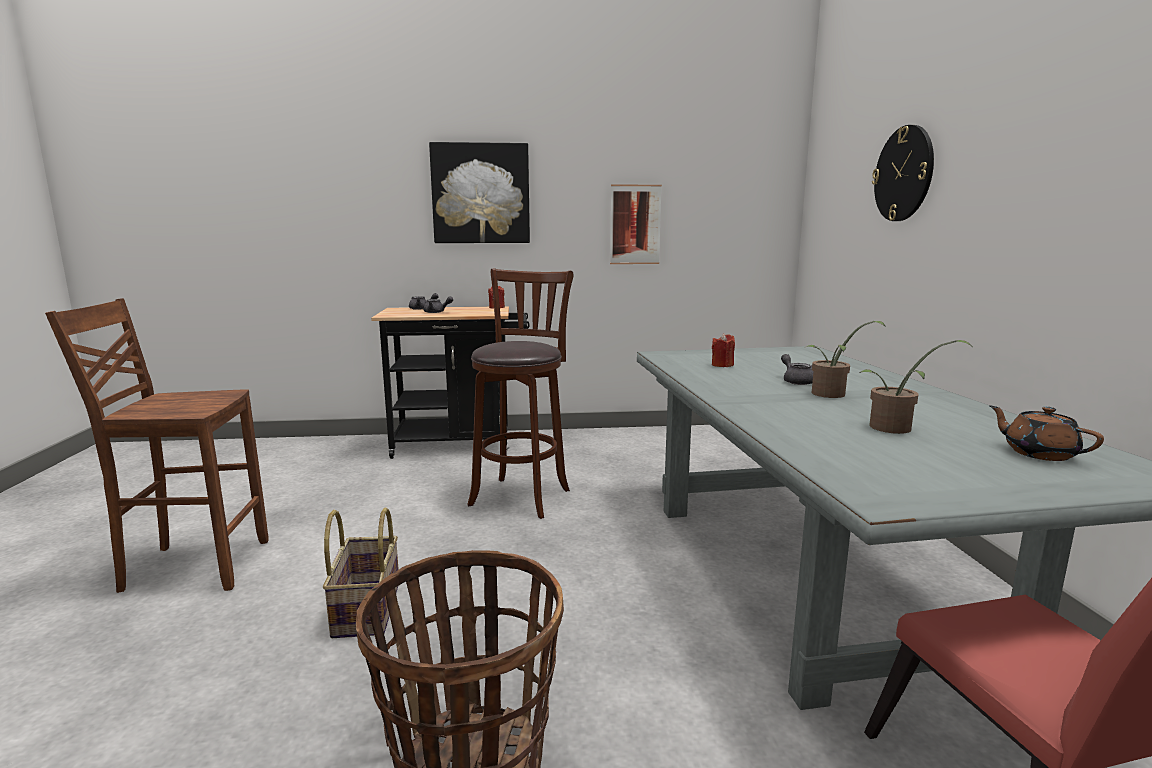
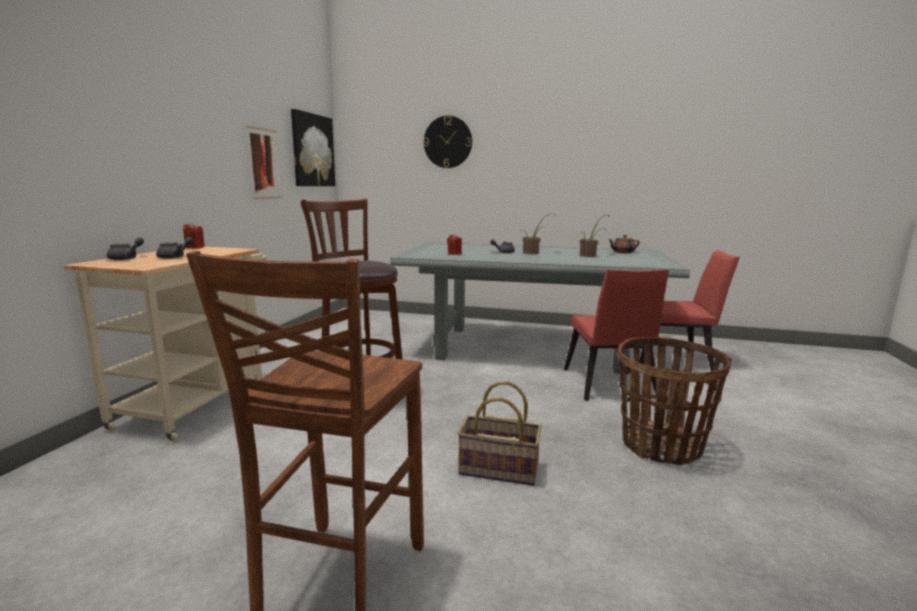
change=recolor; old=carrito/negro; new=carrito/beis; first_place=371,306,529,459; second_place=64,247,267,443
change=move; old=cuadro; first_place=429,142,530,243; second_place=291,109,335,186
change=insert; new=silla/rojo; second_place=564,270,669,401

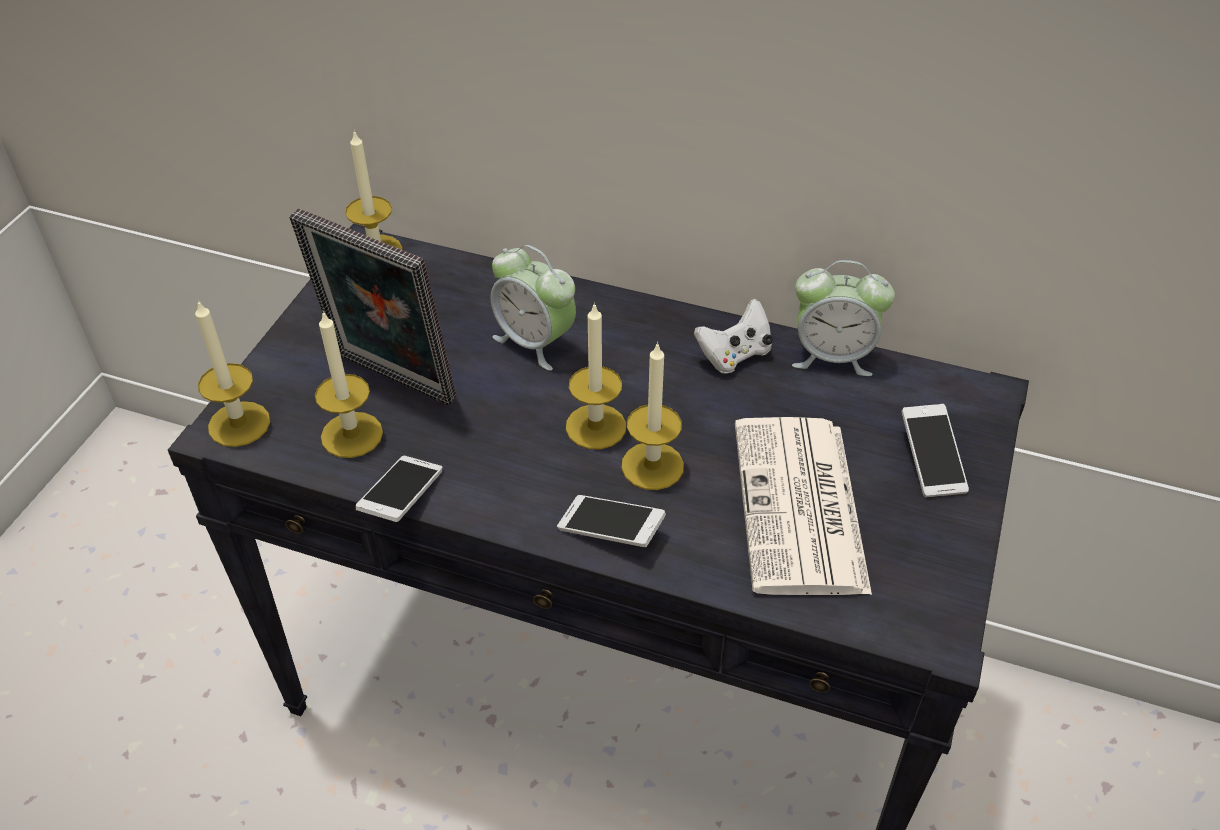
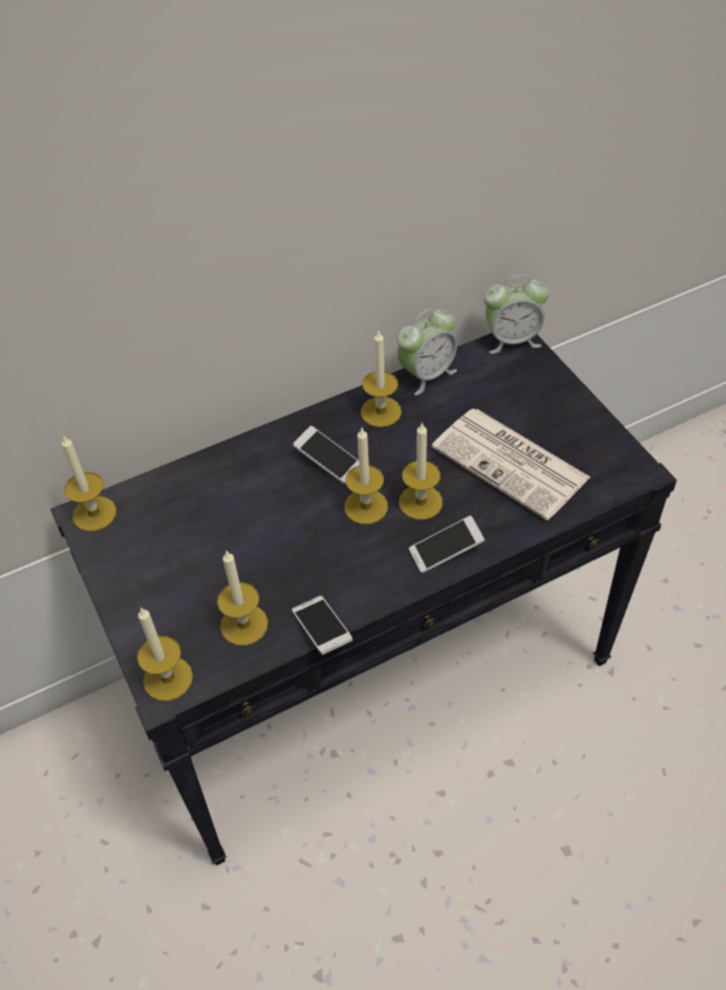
change=delete; old=portarretratos; first_place=289,209,456,405
change=move; old=despertador; first_place=490,245,576,371; second_place=484,275,549,354
change=replace; old=mando de consola/blanco; new=vela; first_place=694,299,773,374; second_place=361,329,402,427
change=move; old=móvil; first_place=902,404,969,498; second_place=293,426,359,484

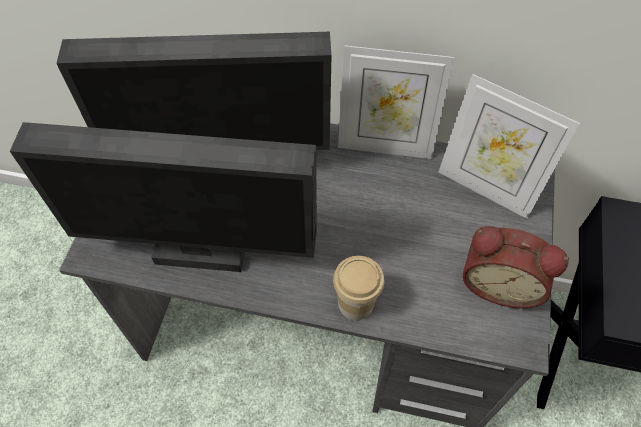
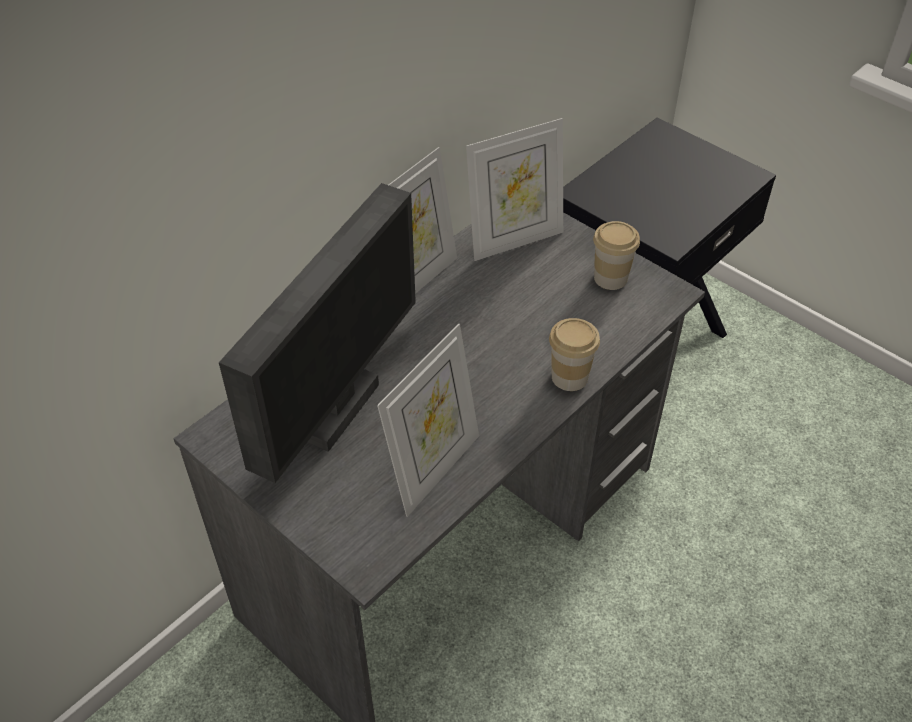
change=replace; old=monitor; new=portarretratos; first_place=10,122,317,272; second_place=377,323,479,517
change=replace; old=despertador; new=taza; first_place=462,226,569,308; second_place=593,221,640,290

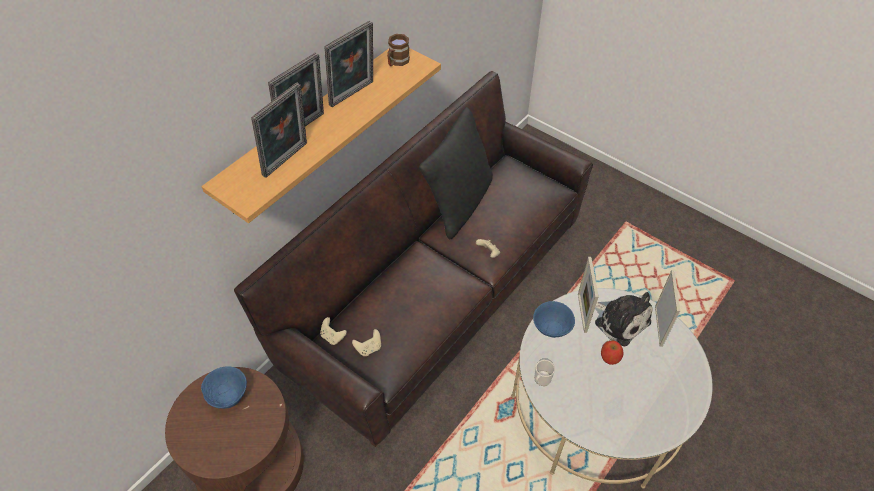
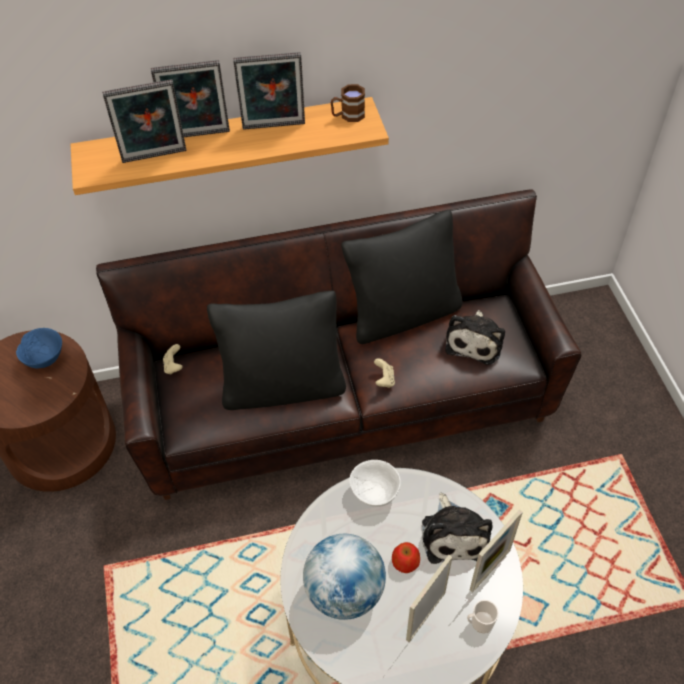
change=delete; old=mando de consola/beis; first_place=352,329,381,356
change=recolor; old=cuenco/azul; new=cuenco/blanco; first_place=533,301,575,338; second_place=349,460,401,507
change=move; old=taza grande; first_place=534,360,555,386; second_place=467,600,499,633
change=move; old=portarretratos; first_place=578,257,599,333; second_place=406,555,452,642
change=insert; new=cojín/negro; second_place=207,291,346,410
change=insert; new=globo terráqueo; second_place=303,534,386,620
change=insert; new=peluche; second_place=445,310,505,365

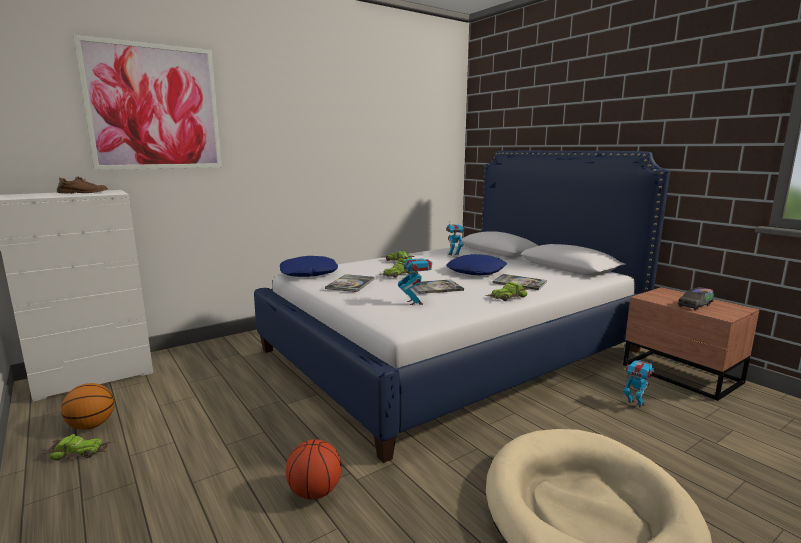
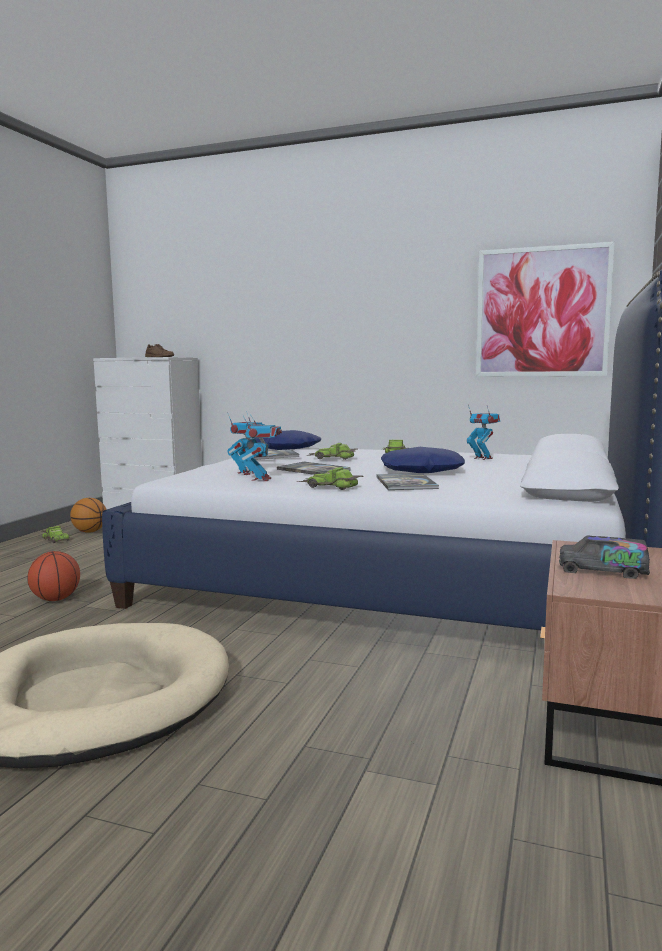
change=move; old=cuadro; first_place=73,35,222,170; second_place=476,242,615,376
change=move; old=robot de juguete; first_place=624,358,654,409; second_place=239,414,282,481

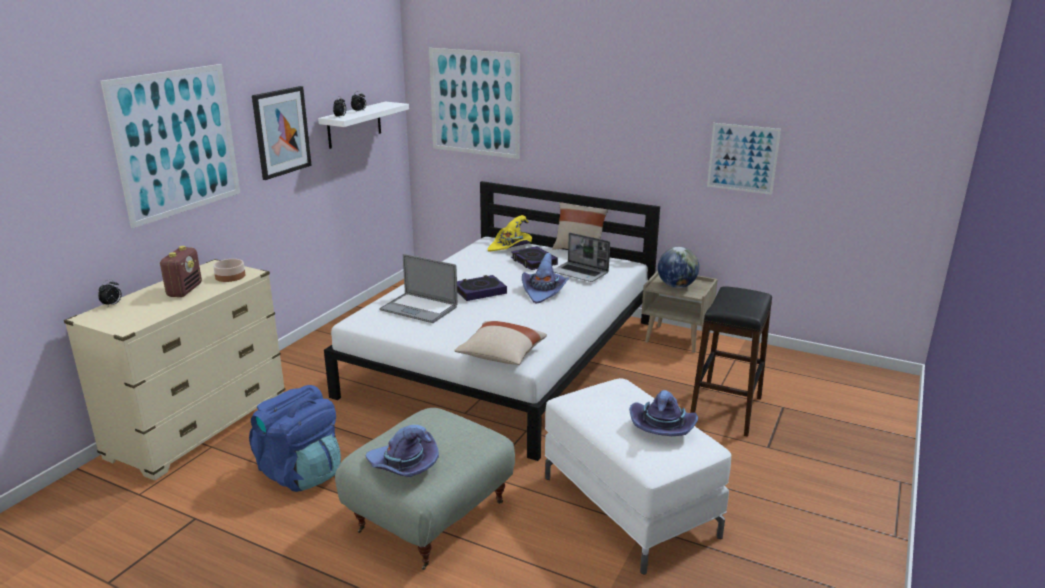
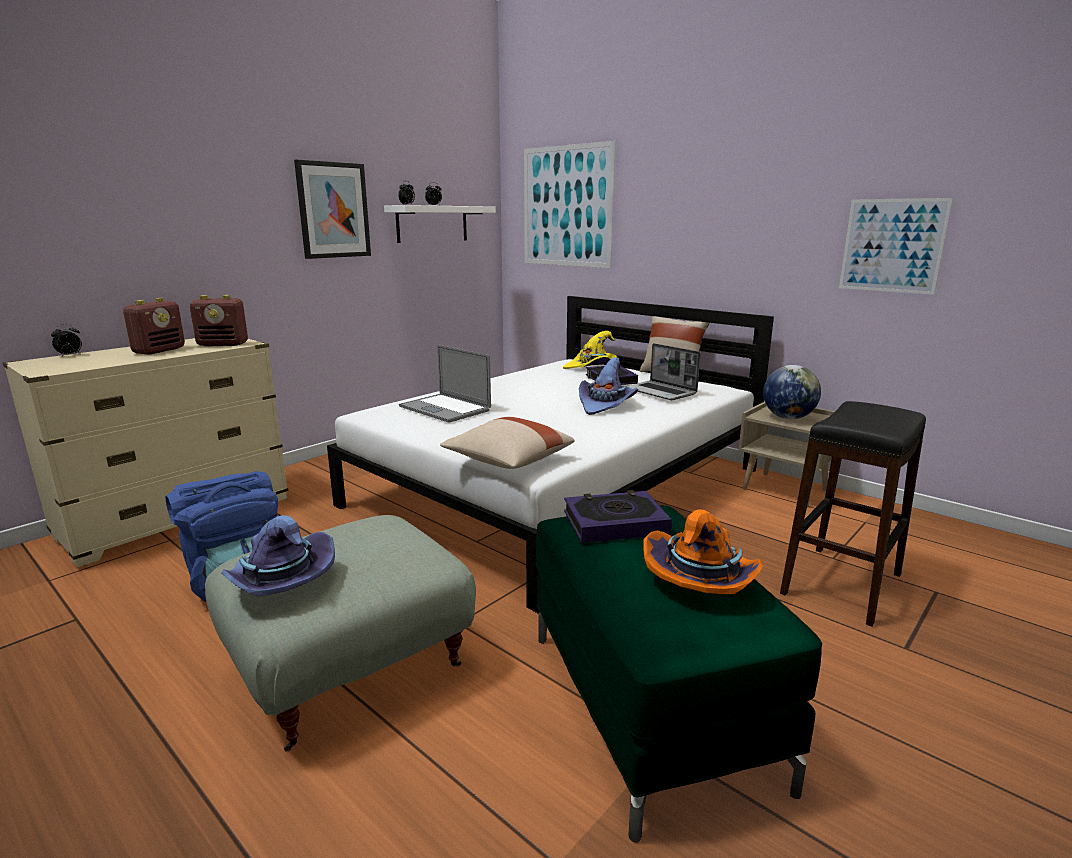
change=delete; old=cuadro; first_place=101,64,240,228
change=replace; old=cuenco; new=radio; first_place=213,259,245,282; second_place=190,295,248,346
change=move; old=libro; first_place=457,275,507,301; second_place=564,490,672,543
change=recolor; old=puf/blanco; new=puf/verde; first_place=545,378,731,575; second_place=536,505,822,843
change=recolor; old=sombrero/morado; new=sombrero/naranja; first_place=629,390,698,436; second_place=644,509,763,594

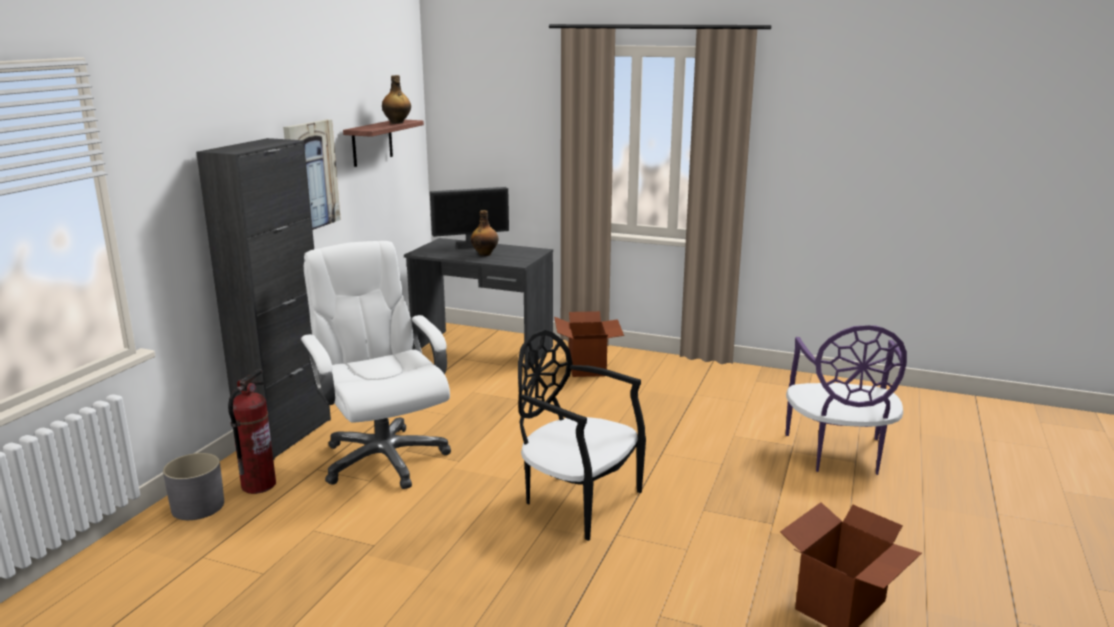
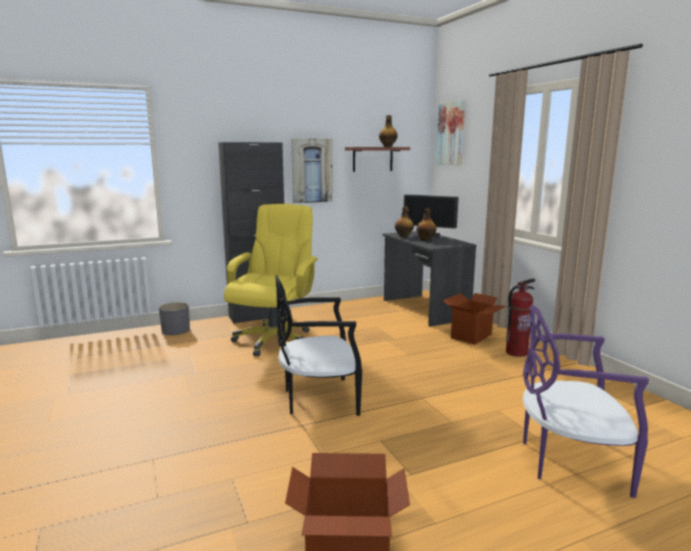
change=move; old=extintor; first_place=228,369,276,494; second_place=506,279,535,357
change=recolor; old=silla de oficina/blanco; new=silla de oficina/amarillo; first_place=300,241,451,489; second_place=224,204,318,356
change=rotate; old=silla/negro; first_place=518,330,646,541; second_place=275,275,362,416; degrees=-90
change=rotate; old=silla/morado; first_place=786,325,907,475; second_place=523,305,649,498; degrees=45
change=insert; new=botella; second_place=395,206,414,238
change=insert; new=cuadro; second_place=436,100,465,165

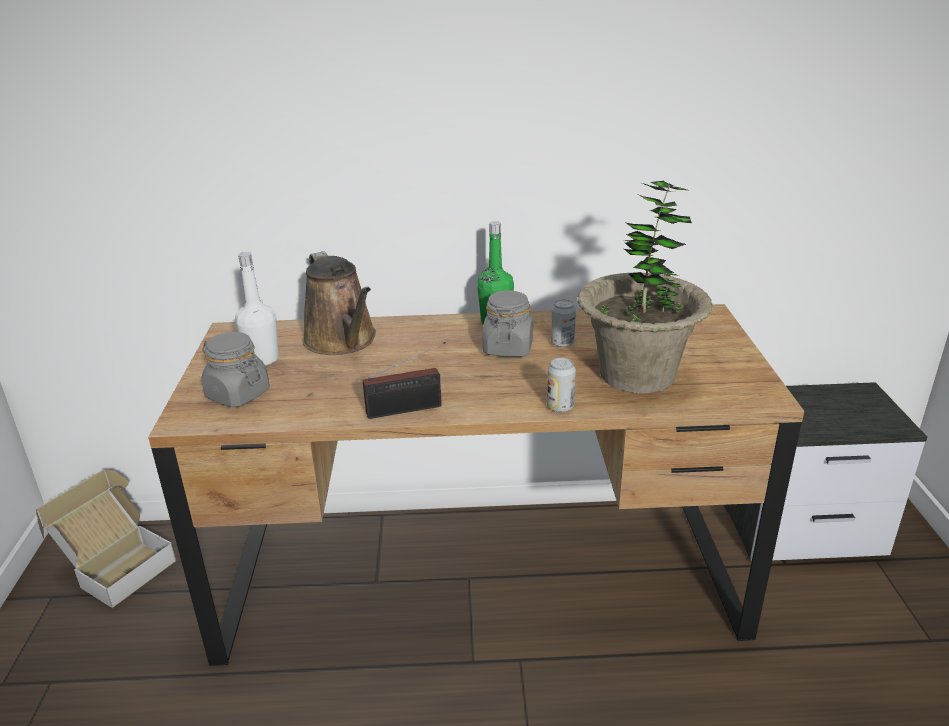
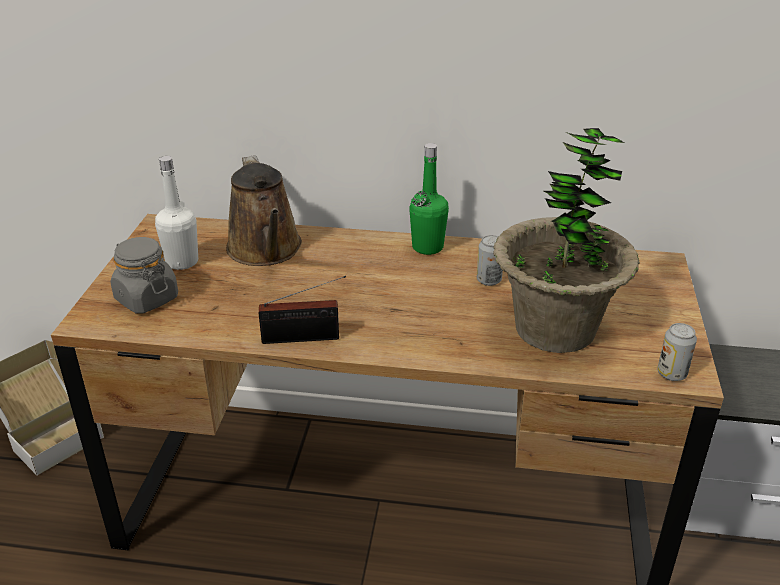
change=delete; old=tarro/gris; first_place=482,290,533,357
change=move; old=lata; first_place=547,358,576,412; second_place=657,323,697,381

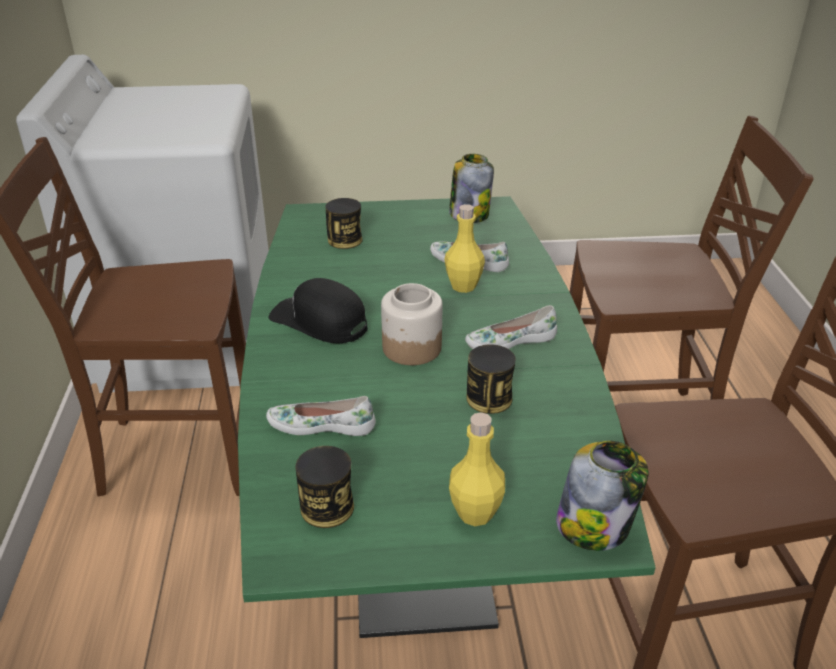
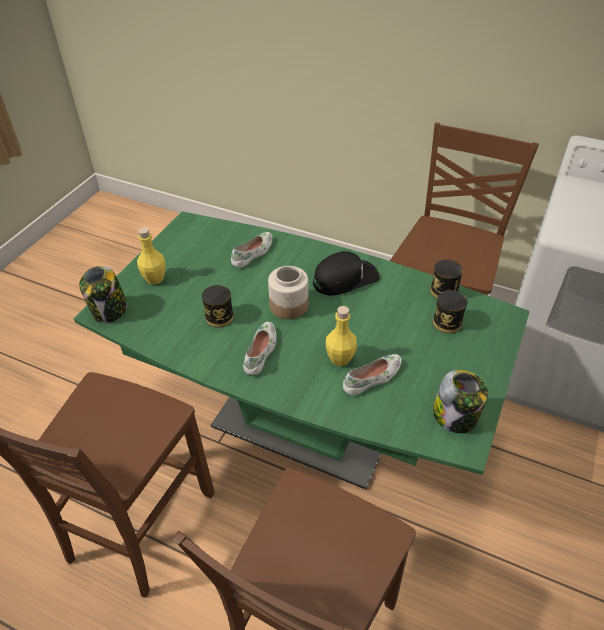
change=move; old=lata; first_place=295,446,354,528; second_place=430,260,463,298

